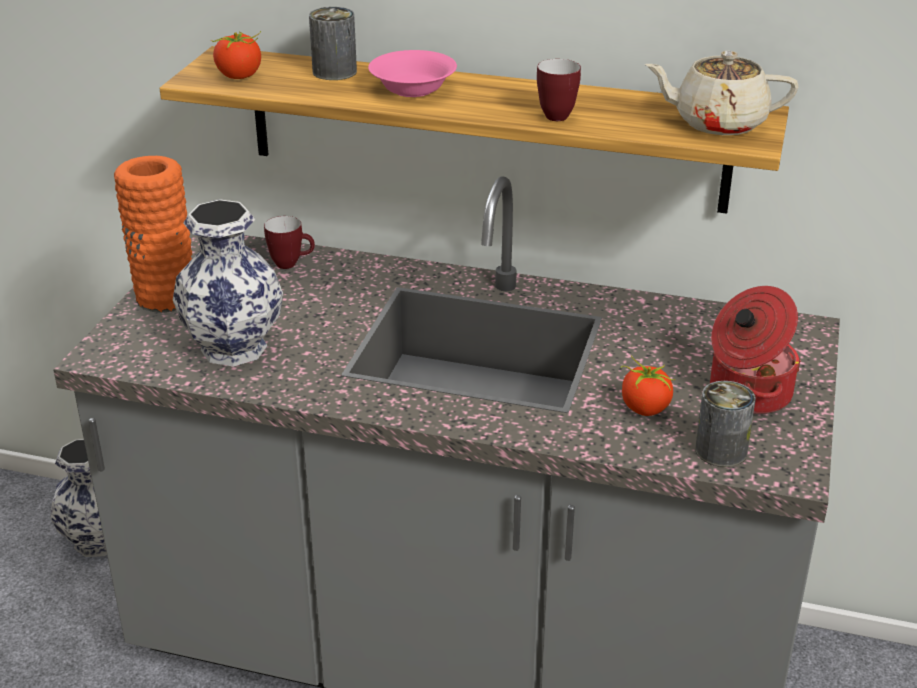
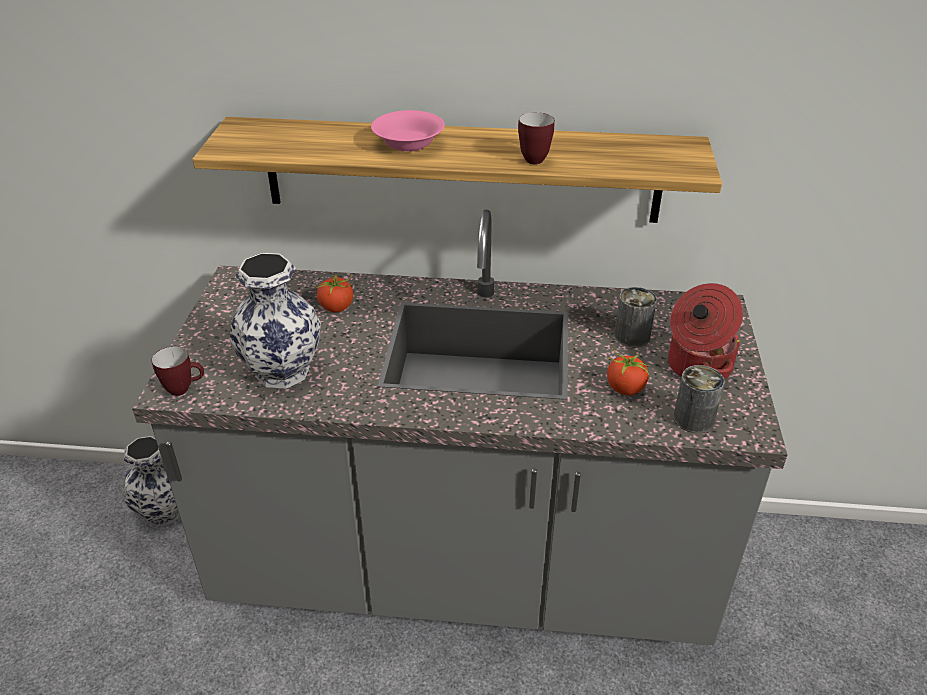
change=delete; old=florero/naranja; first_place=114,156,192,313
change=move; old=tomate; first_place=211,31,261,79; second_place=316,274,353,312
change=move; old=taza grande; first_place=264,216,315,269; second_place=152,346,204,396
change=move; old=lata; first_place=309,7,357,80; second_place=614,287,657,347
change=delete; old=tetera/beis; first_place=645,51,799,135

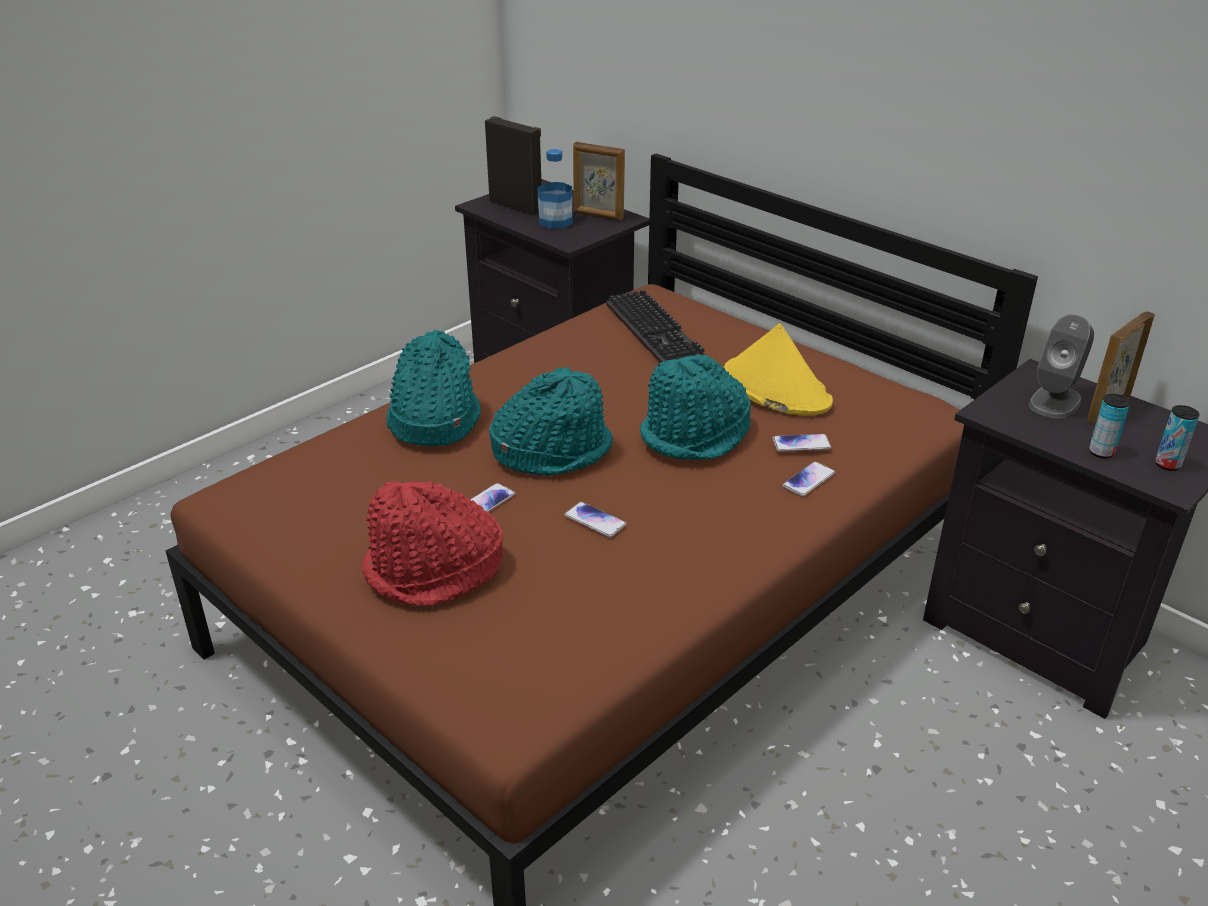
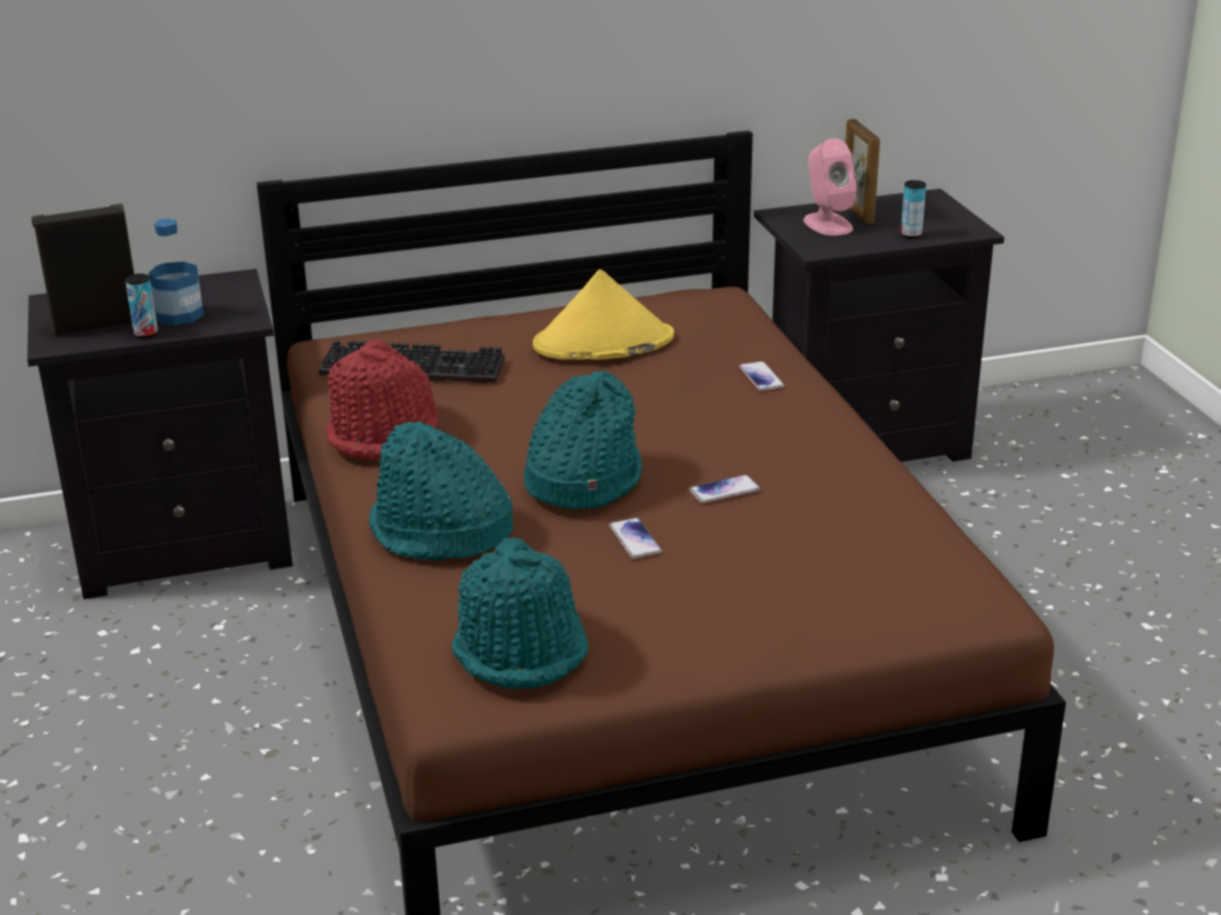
change=move; old=sombrero/rojo; first_place=362,481,503,606; second_place=326,339,439,460
change=delete; old=portarretratos; first_place=573,142,625,221
change=move; old=sombrero/turquesa; first_place=640,354,750,460; second_place=452,537,589,689
change=delete; old=móvil; first_place=772,434,831,452
change=recolor; old=altavoz/gris; new=altavoz/rosa; first_place=1029,314,1094,418; second_place=803,138,857,236
change=move; old=lata; first_place=1155,405,1200,471; second_place=125,274,158,338

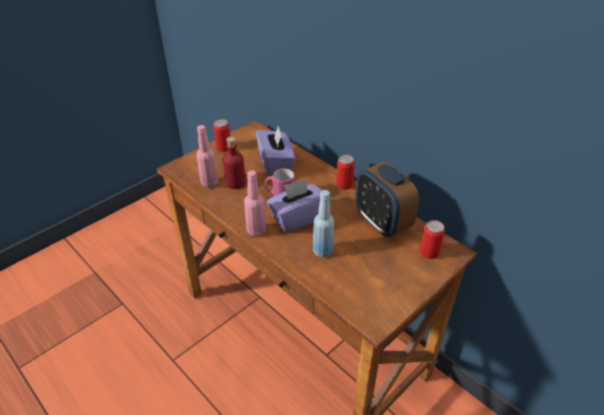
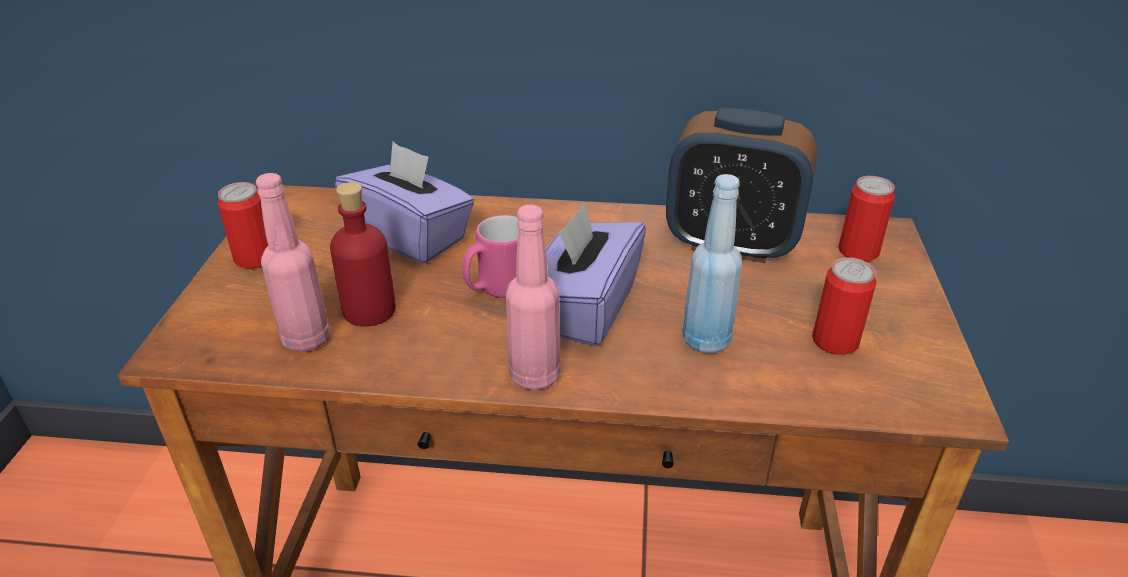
change=move; old=lata; first_place=336,155,355,190; second_place=812,257,877,355

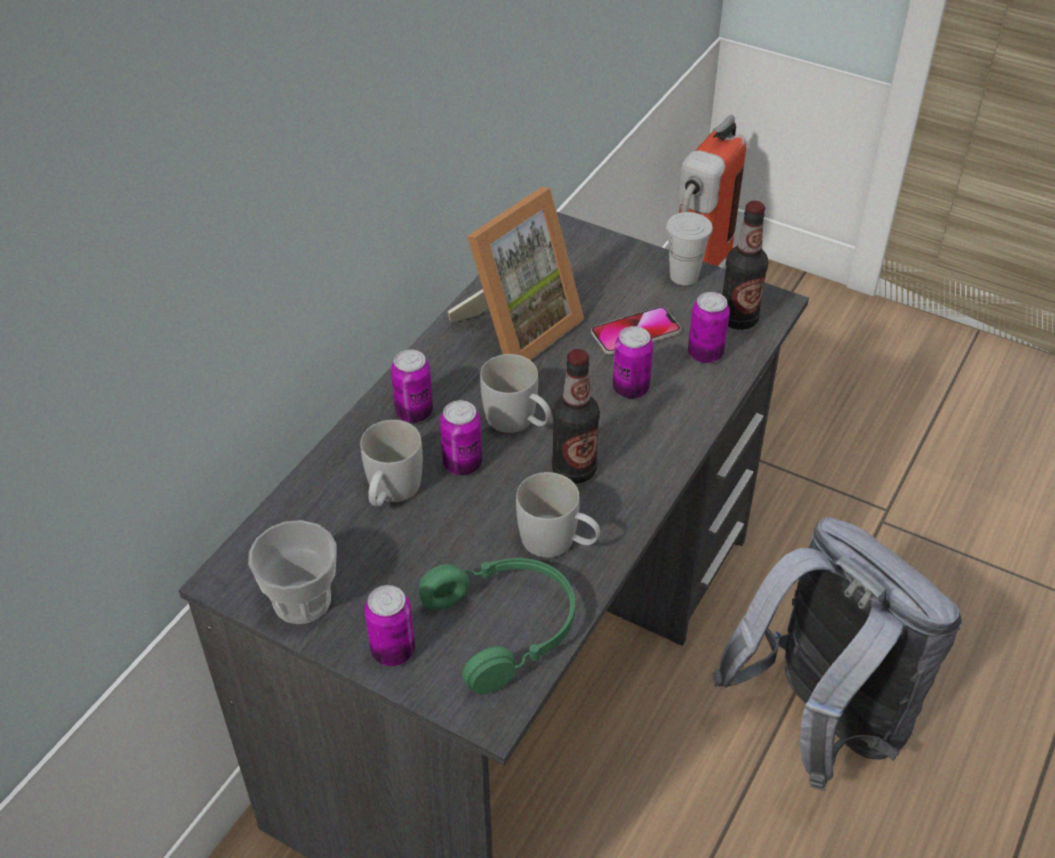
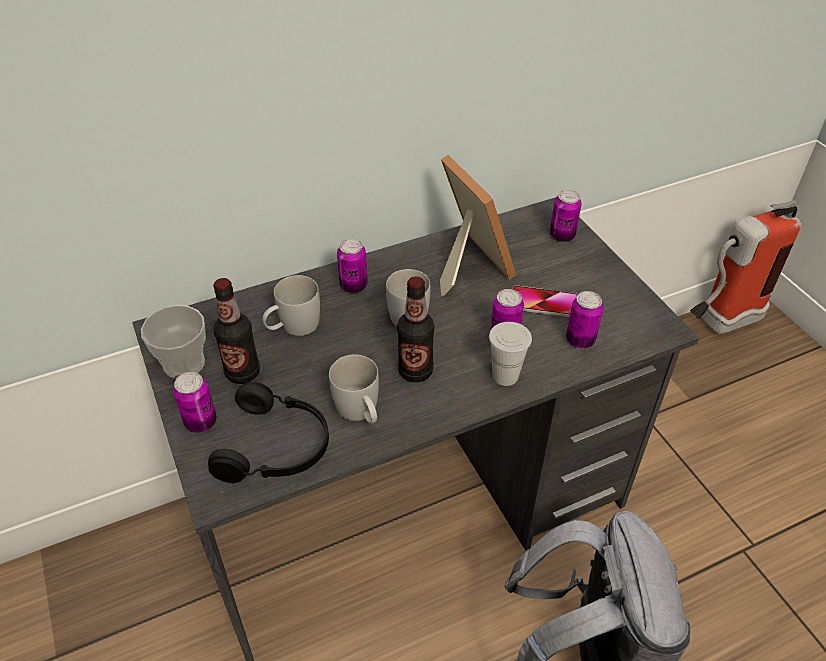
change=recolor; old=auriculares/verde; new=auriculares/negro; first_place=419,558,575,694; second_place=208,382,329,483
change=move; old=lata; first_place=440,400,482,475; second_place=550,190,582,242
change=rotate; old=portarretratos; first_place=447,187,584,360; second_place=440,155,516,296; degrees=-105
change=move; old=taza/blanco; first_place=666,212,713,285; second_place=489,322,532,386
change=move; old=botella; first_place=722,201,769,330; second_place=213,278,260,384

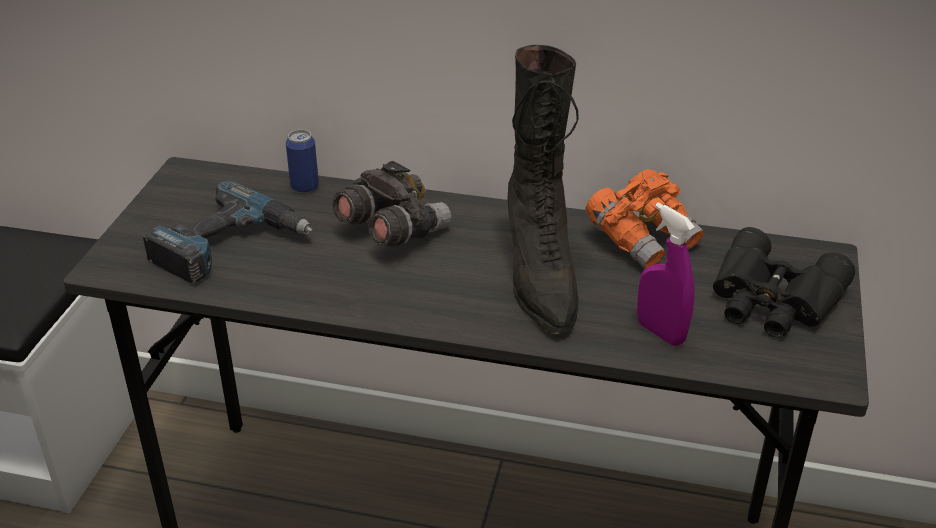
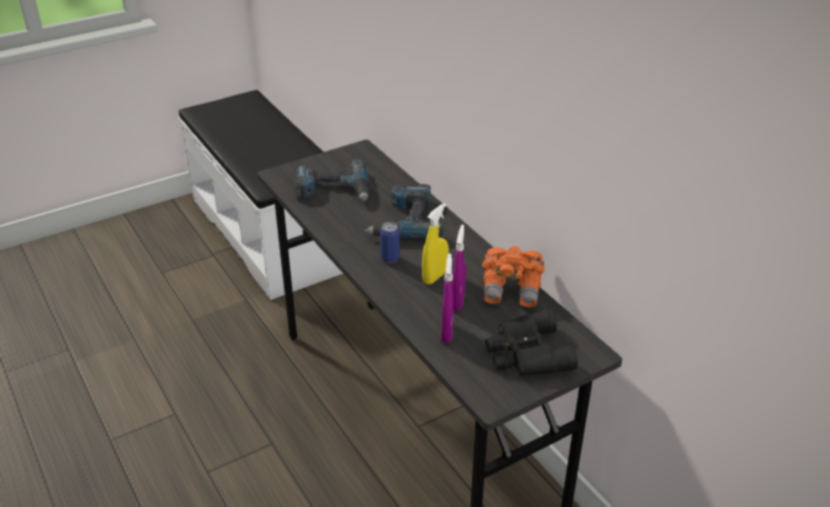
change=move; old=lata; first_place=286,130,319,193; second_place=380,222,400,263
change=replace; old=prismáticos/gris; new=taladro; first_place=333,161,451,247; second_place=365,184,444,238
change=replace; old=bota/negro; new=pulverizador/amarillo; first_place=507,45,579,334; second_place=422,203,449,285
change=insert; new=pulverizador/morado; second_place=453,225,466,311

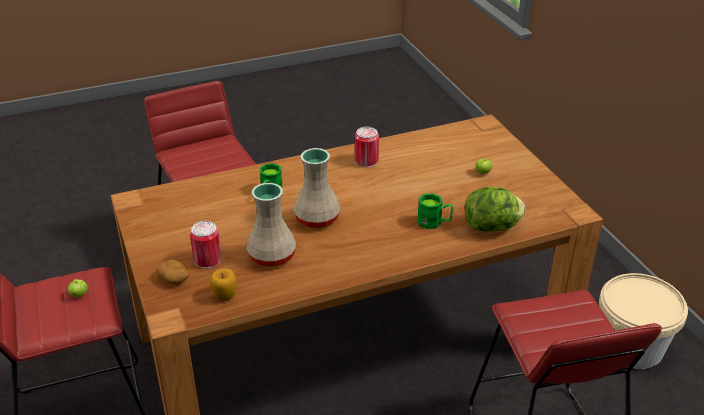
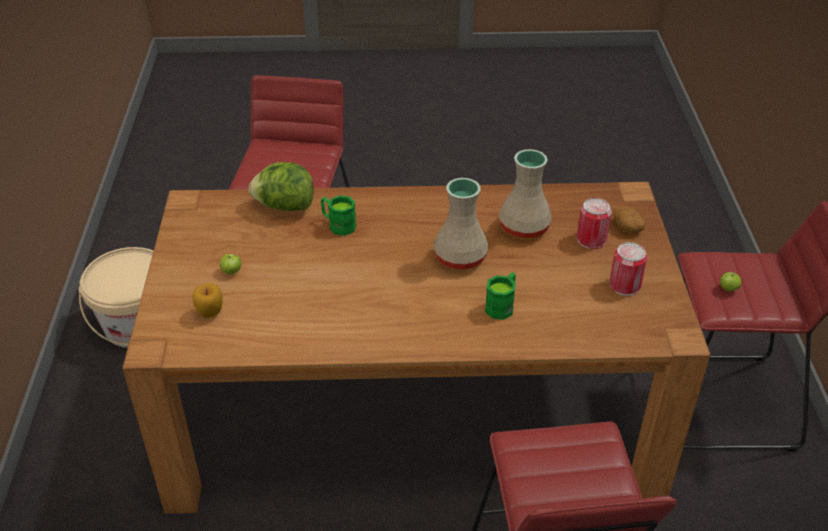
change=move; old=manzana; first_place=210,268,237,301; second_place=192,283,223,318
change=move; old=lata; first_place=355,127,379,168; second_place=609,242,647,296

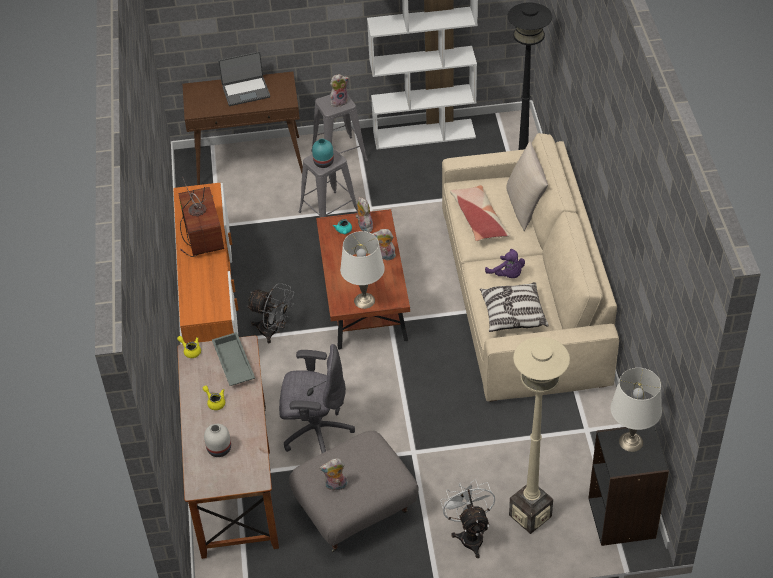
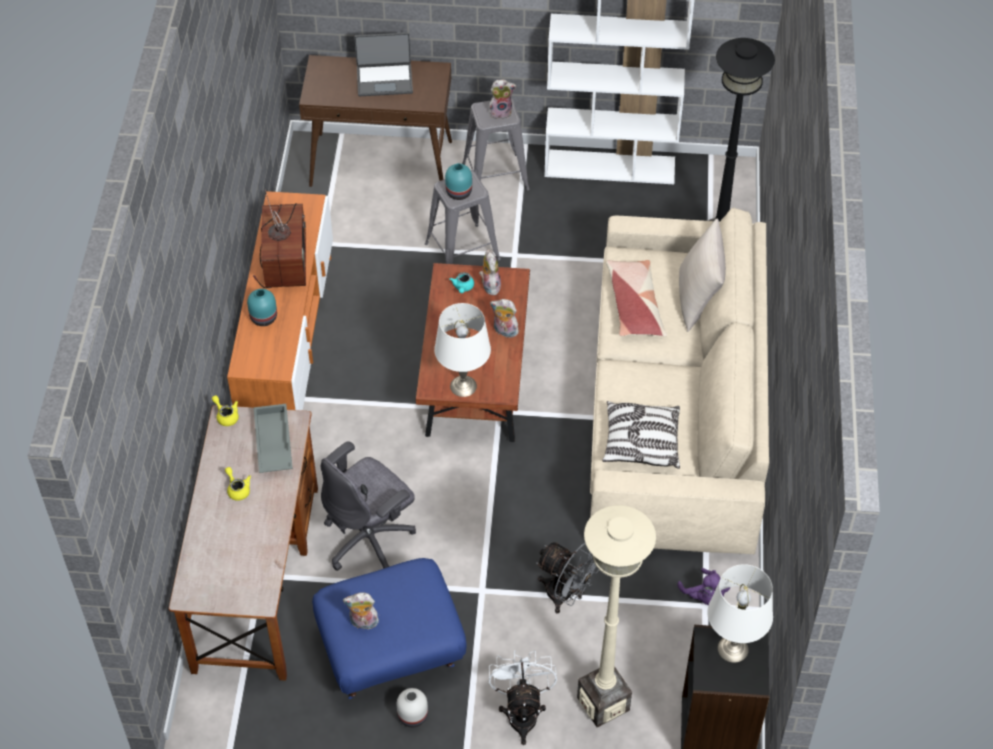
change=move; old=florero/blanco; first_place=204,424,231,457; second_place=397,688,428,727
change=move; old=ventilador/gris; first_place=246,283,294,344; second_place=536,542,599,614
change=rotate; old=silla de oficina/gris; first_place=279,344,355,453; second_place=321,441,416,571; degrees=120
change=recolor; old=puf/gris; new=puf/azul; first_place=289,431,419,552; second_place=312,558,467,699
change=move; old=peluche/morado; first_place=485,249,525,278; second_place=677,568,730,605
change=insert; new=florero/turquesa; second_place=247,289,277,326

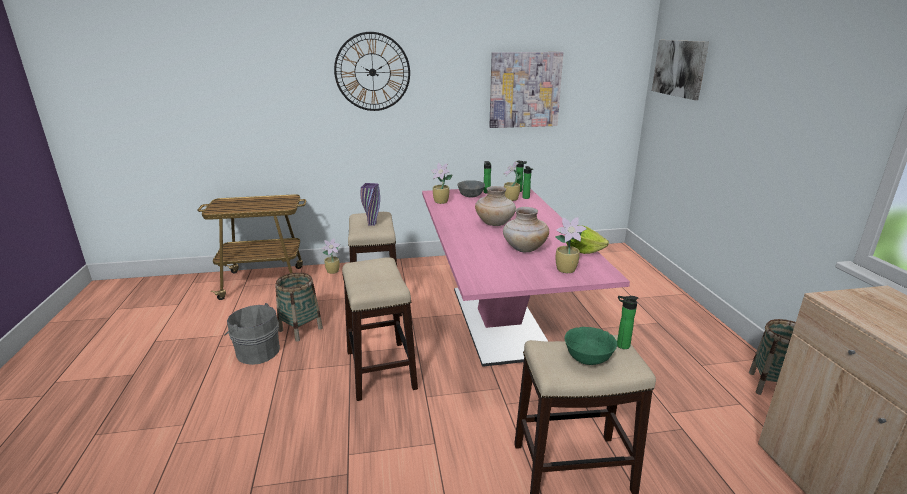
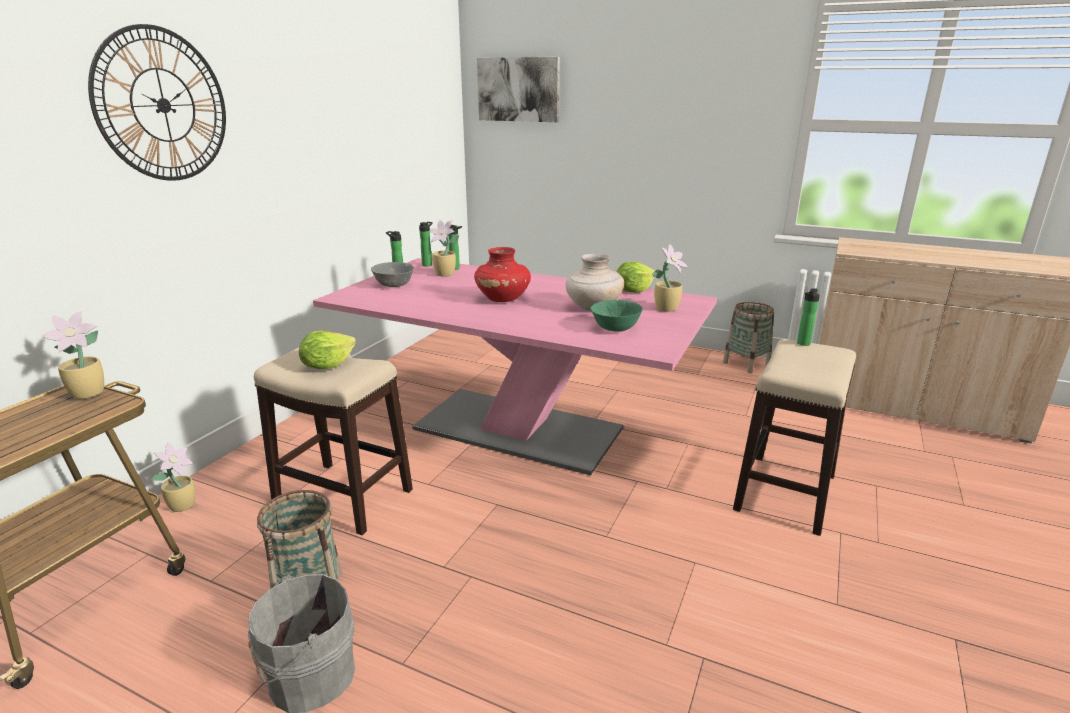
change=delete; old=taburete; first_place=342,258,418,401
change=replace; old=florero/morado; new=lechuga; first_place=361,183,380,226; second_place=299,331,356,369
change=move; old=planta en maceta; first_place=431,163,453,204; second_place=41,311,104,399
change=recolor; old=florero/beis; new=florero/rojo; first_place=475,186,516,226; second_place=474,247,531,302
change=delete; old=cuadro; first_place=489,52,563,128
change=move; old=cuenco/verde; first_place=565,327,617,365; second_place=590,300,643,331

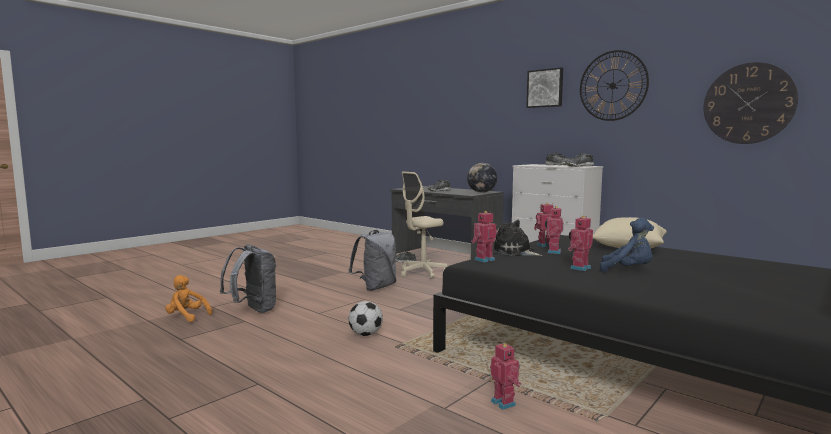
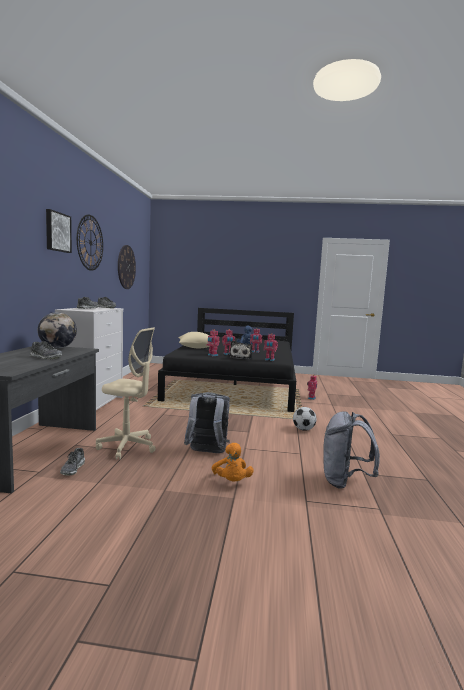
change=move; old=peluche/naranja; first_place=165,275,213,322; second_place=212,443,254,481

